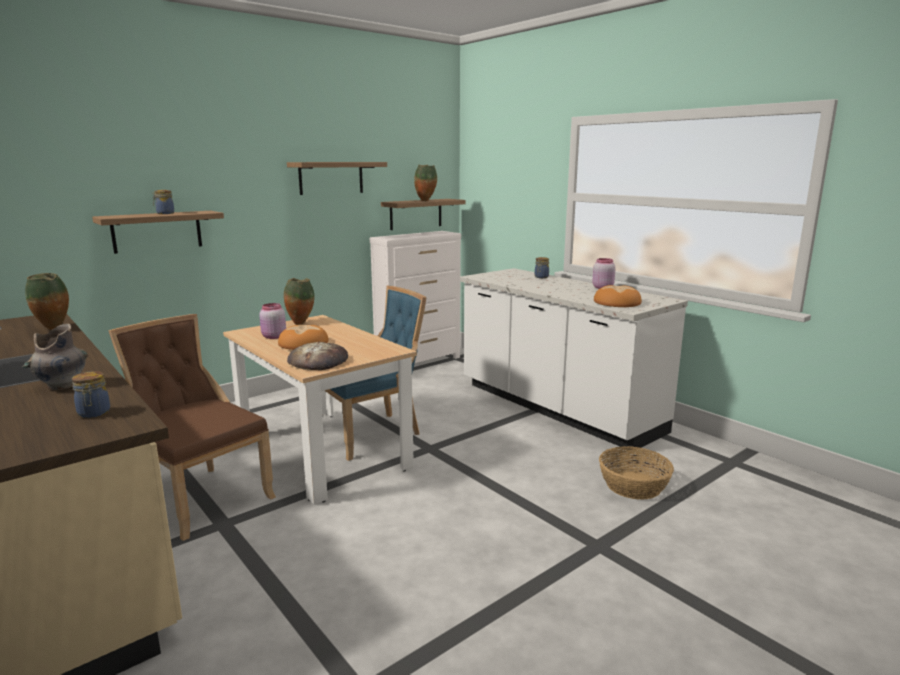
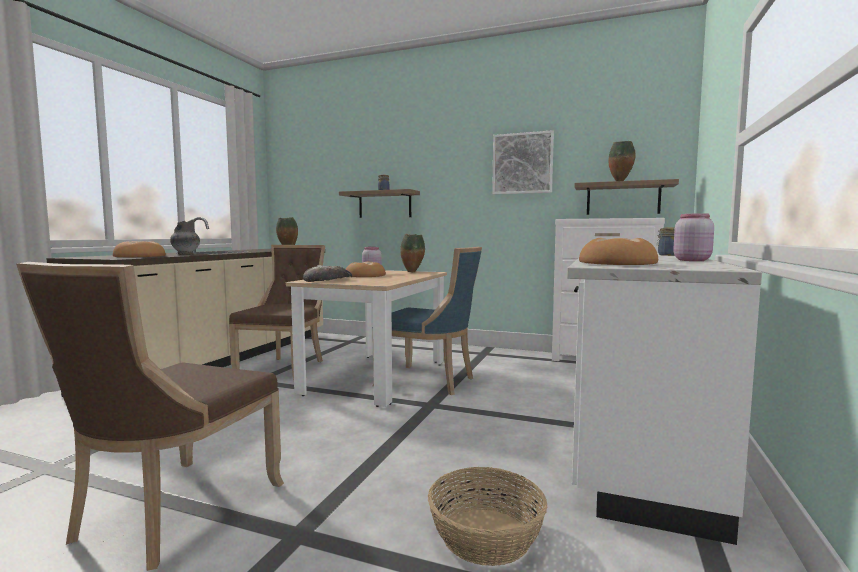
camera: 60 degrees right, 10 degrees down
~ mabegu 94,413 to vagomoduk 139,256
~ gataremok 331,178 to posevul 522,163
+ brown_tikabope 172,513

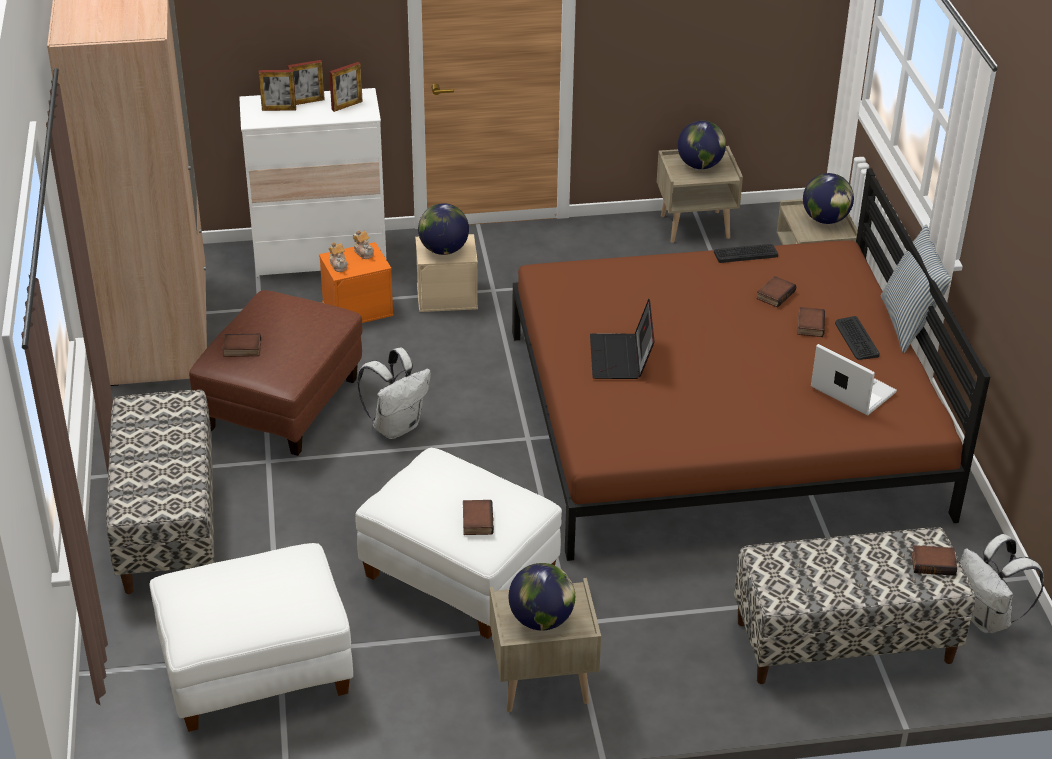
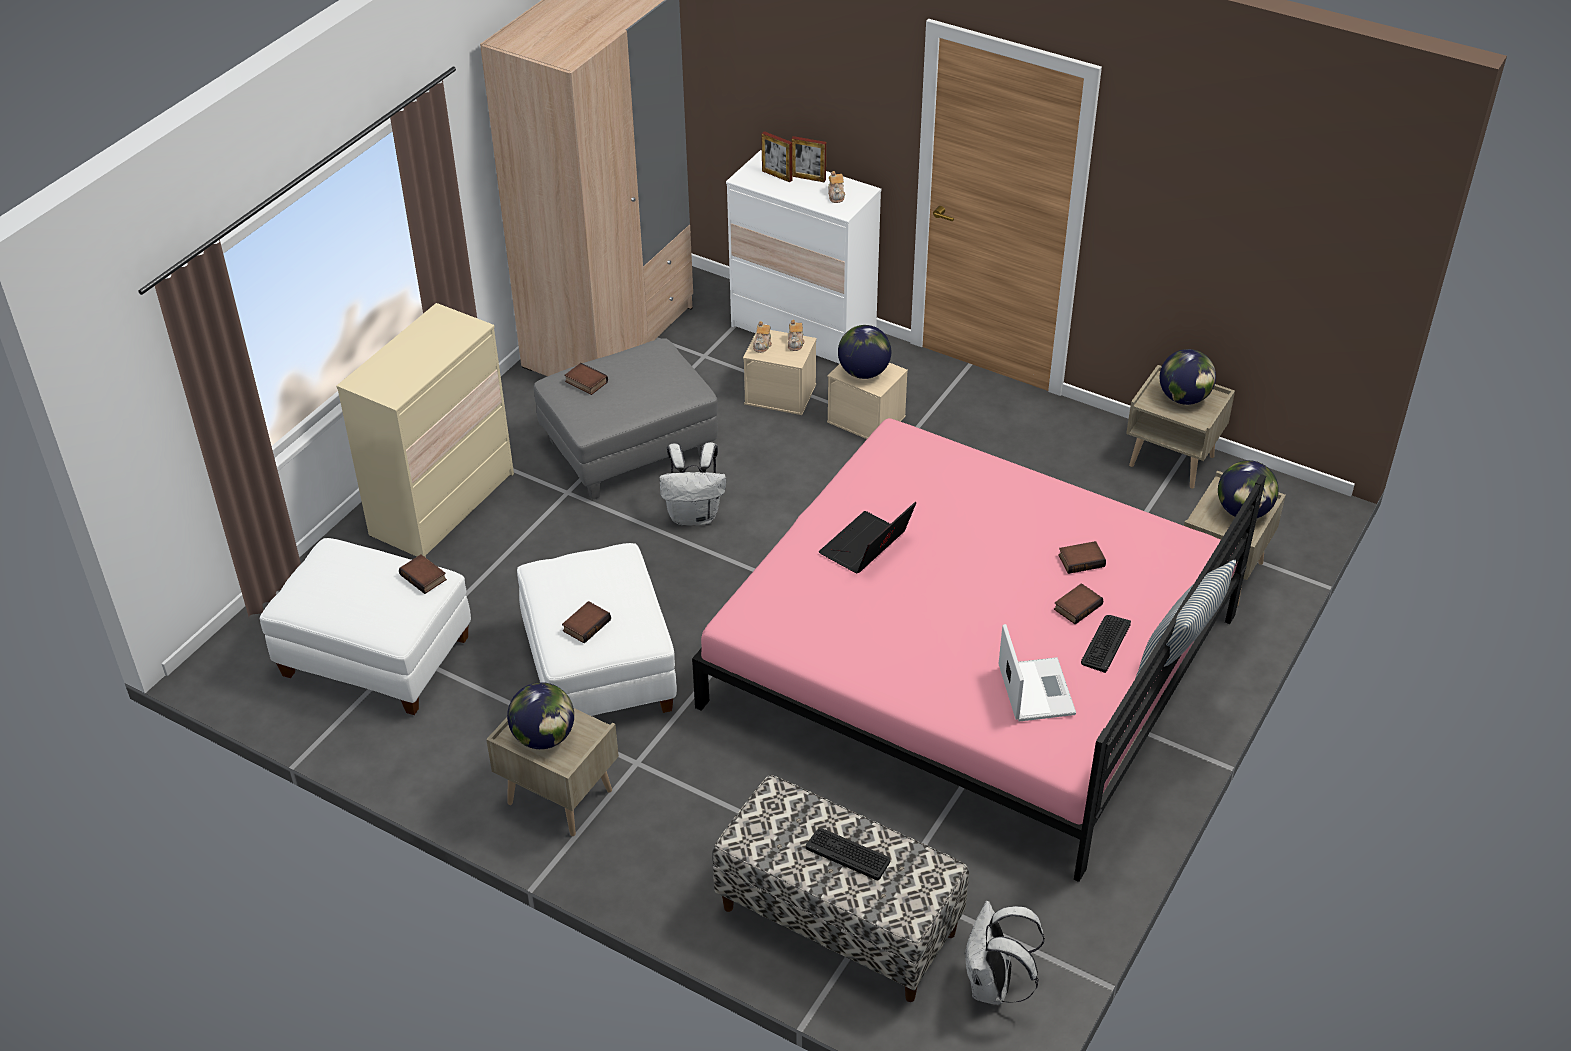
camera: 40 degrees right, 5 degrees up
~ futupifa 167,524 to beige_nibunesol 443,505
~ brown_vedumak 282,404 to grey_vedumak 629,449
~ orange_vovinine 358,308 to beige_vovinine 781,394
~ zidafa 347,105 to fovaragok 836,195
~ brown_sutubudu 722,422 to pink_sutubudu 972,661
~ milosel 745,253 to 848,854
~ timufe 933,563 to 424,577

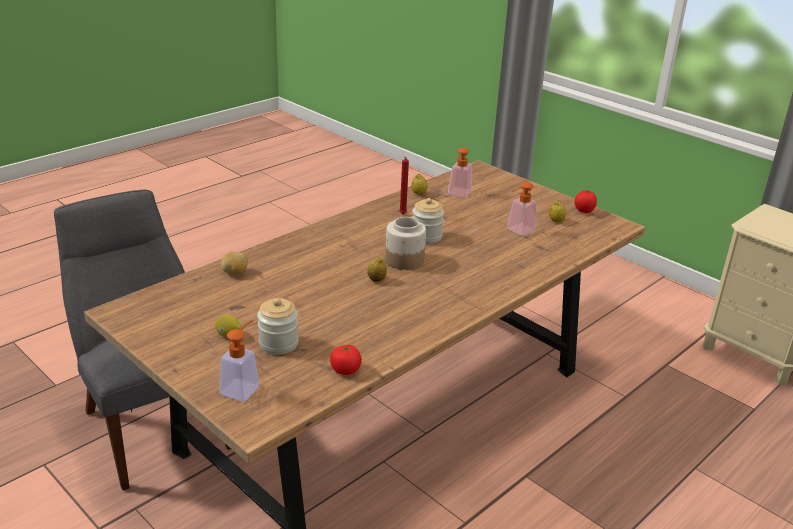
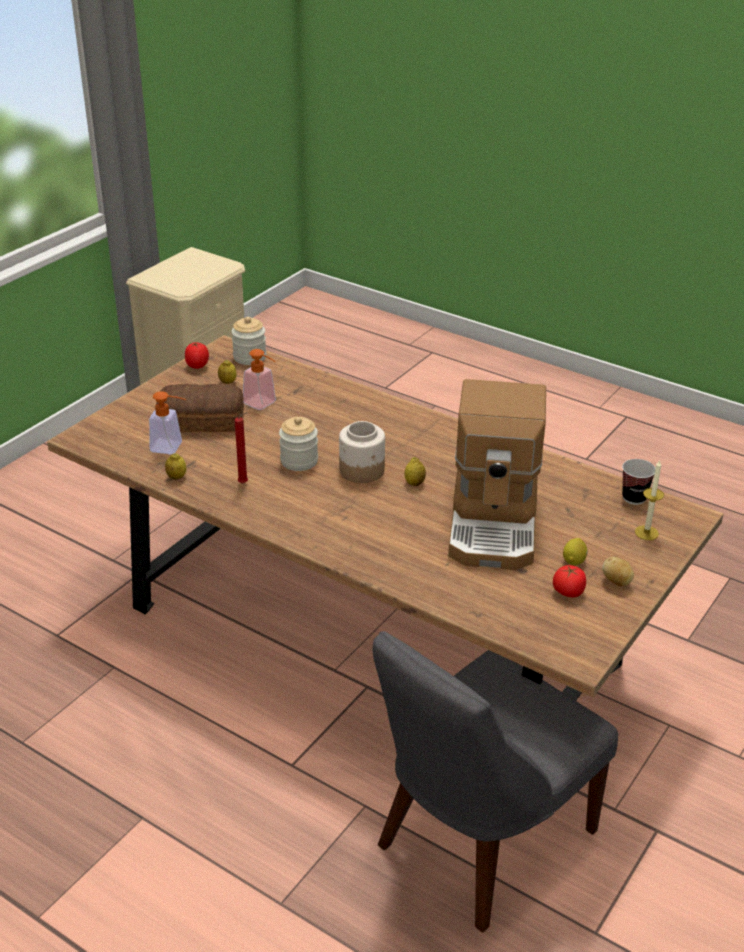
camera: 100 degrees left, 5 degrees up
~ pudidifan 243,387 to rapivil 646,533
~ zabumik 235,273 to 616,582
~ mabegu 278,344 to 249,357
~ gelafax 346,370 to 568,592
+ vagomoduk 202,422
+ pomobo 495,522
+ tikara 634,498

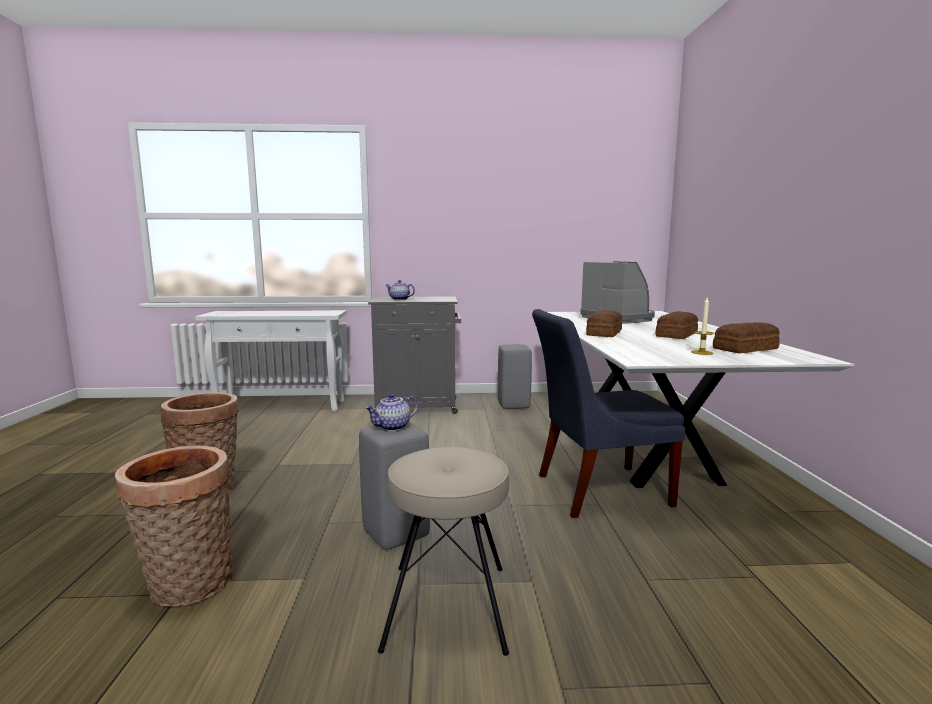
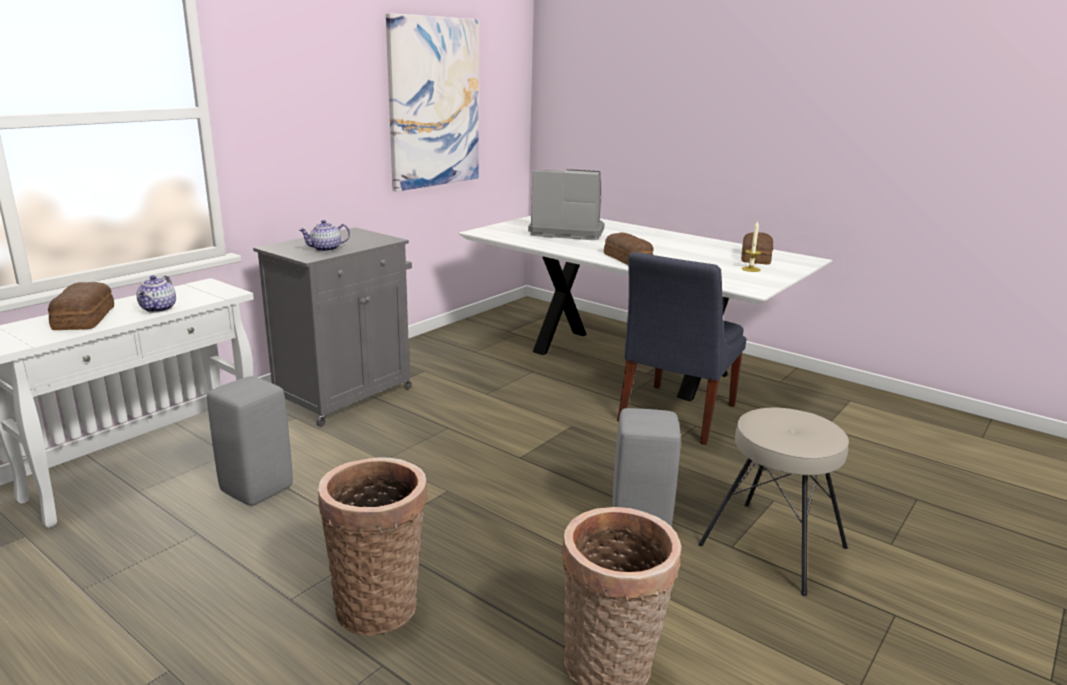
camera: 50 degrees left, 10 degrees up
~ fovaragok 392,427 to 159,309
~ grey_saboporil 514,405 to 257,489
~ vagomoduk 675,335 to 82,319
+ posevul 434,103

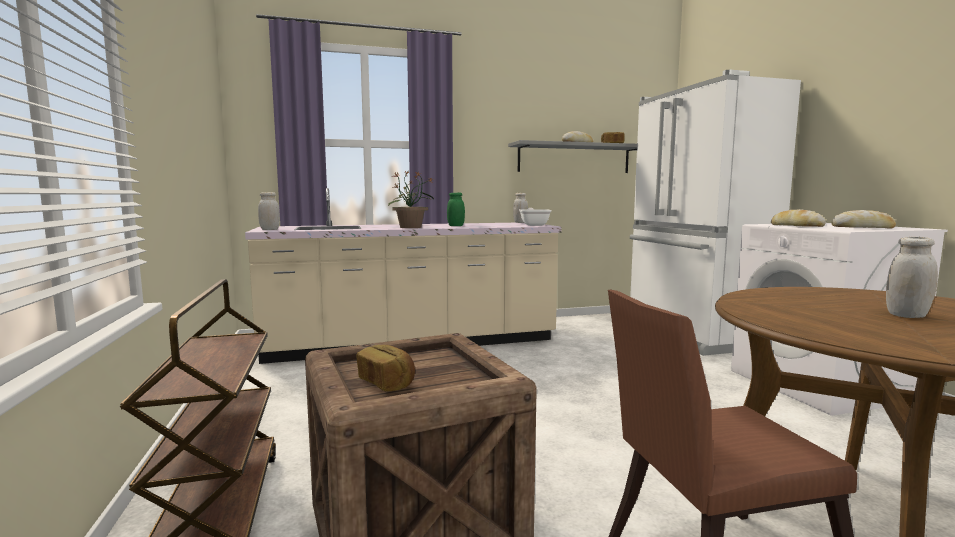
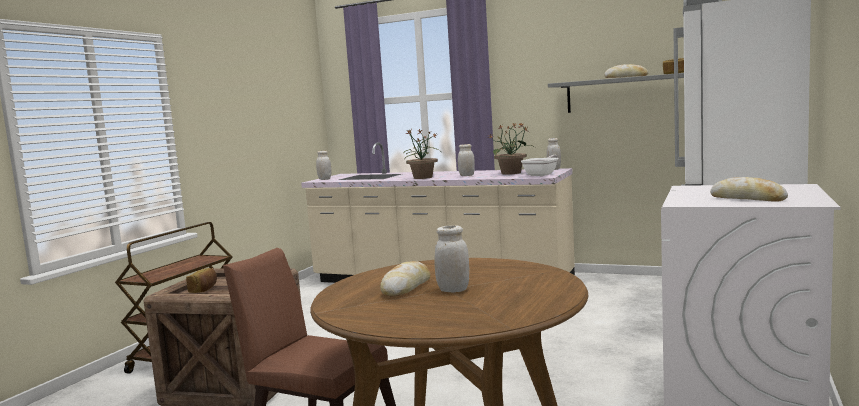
camera: 40 degrees right, 0 degrees up
~ green_mabegu 456,226 to white_mabegu 466,175
~ vagomoduk 796,226 to 406,287
+ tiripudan 512,173

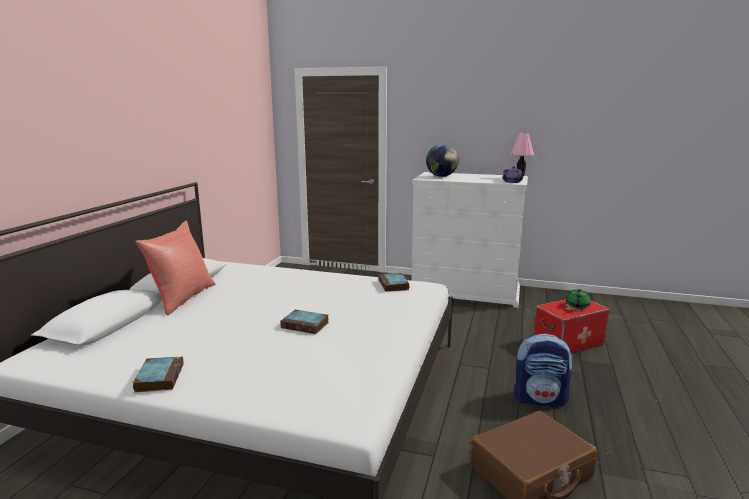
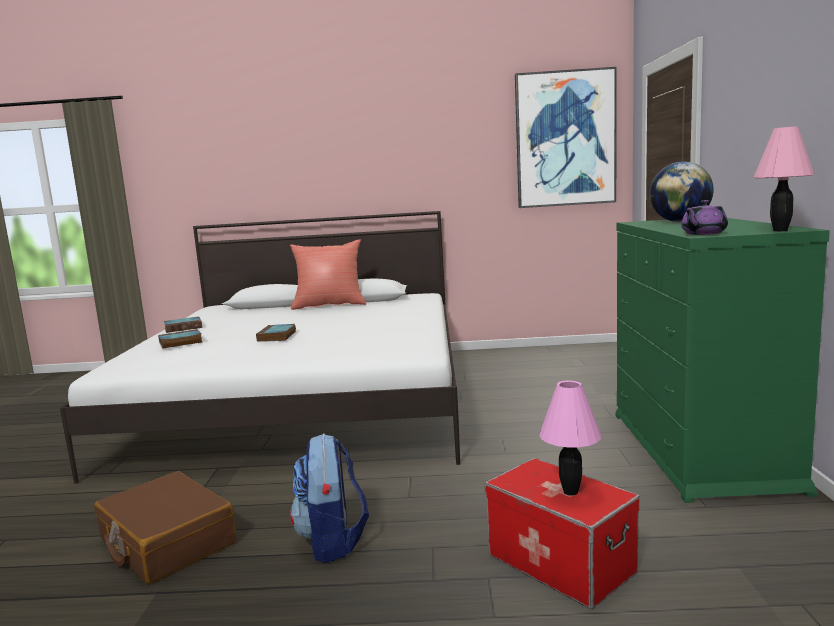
camera: 75 degrees right, 5 degrees down
~ timufe 394,285 to 180,342
~ white_nibunesol 465,291 to green_nibunesol 700,450
~ green_fovaragok 577,306 to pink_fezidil 570,492
+ posevul 565,139

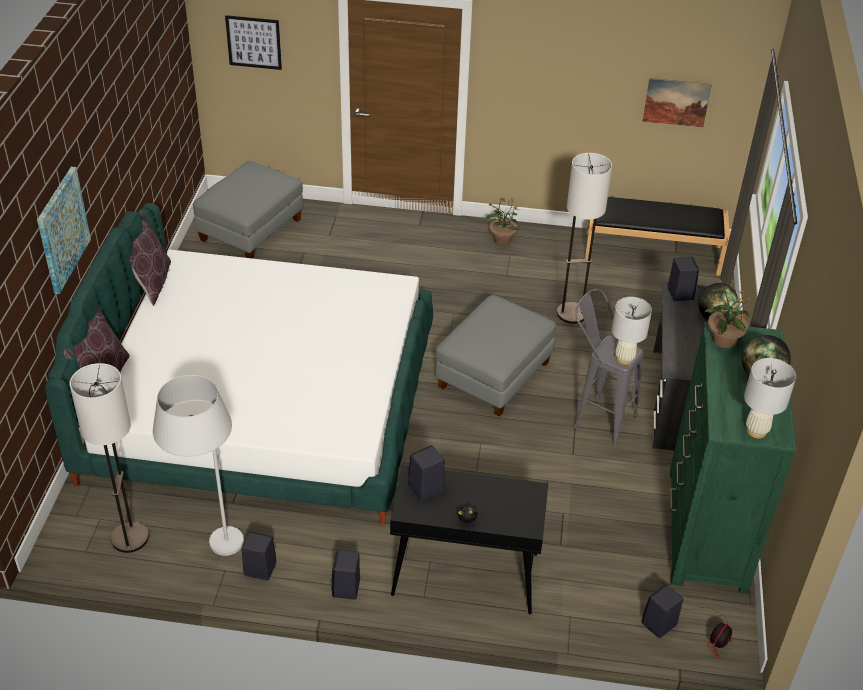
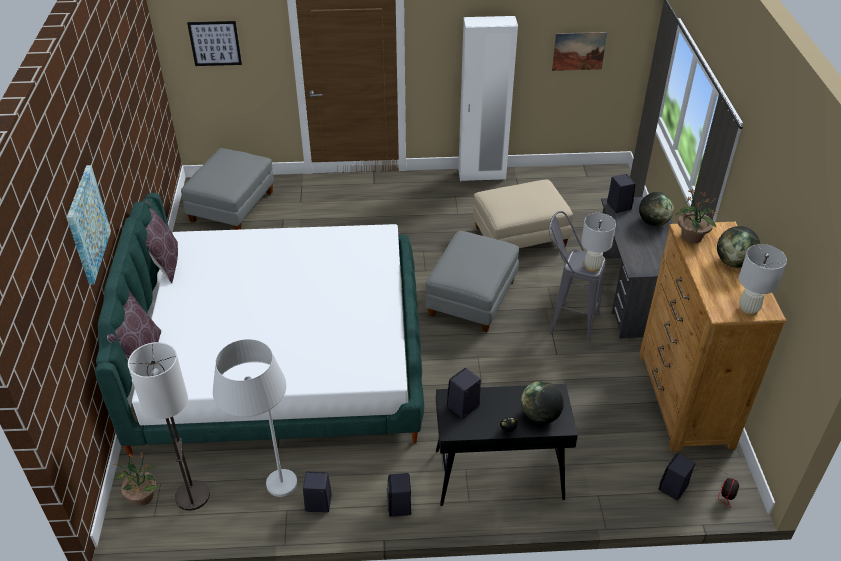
camera: 10 degrees left, 0 degrees up
~ tiripudan 502,239 to 142,496
~ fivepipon 571,314 to beige_vedumak 520,237
- black_futupifa 654,252
~ green_nibunesol 706,529 to brown_nibunesol 684,399
+ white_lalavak 482,175
+ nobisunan 540,416

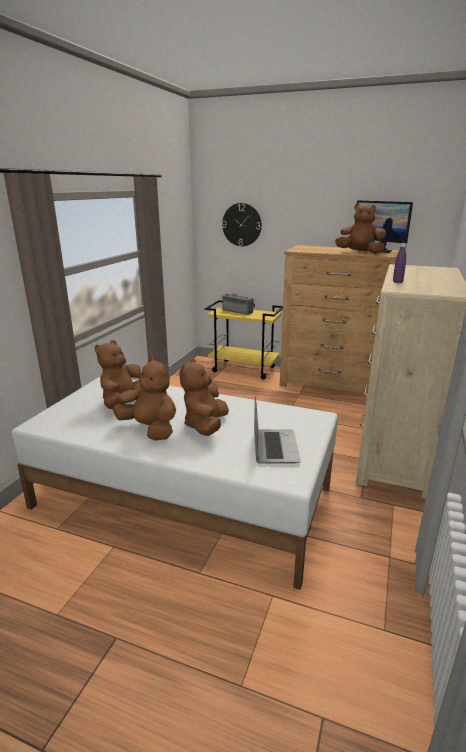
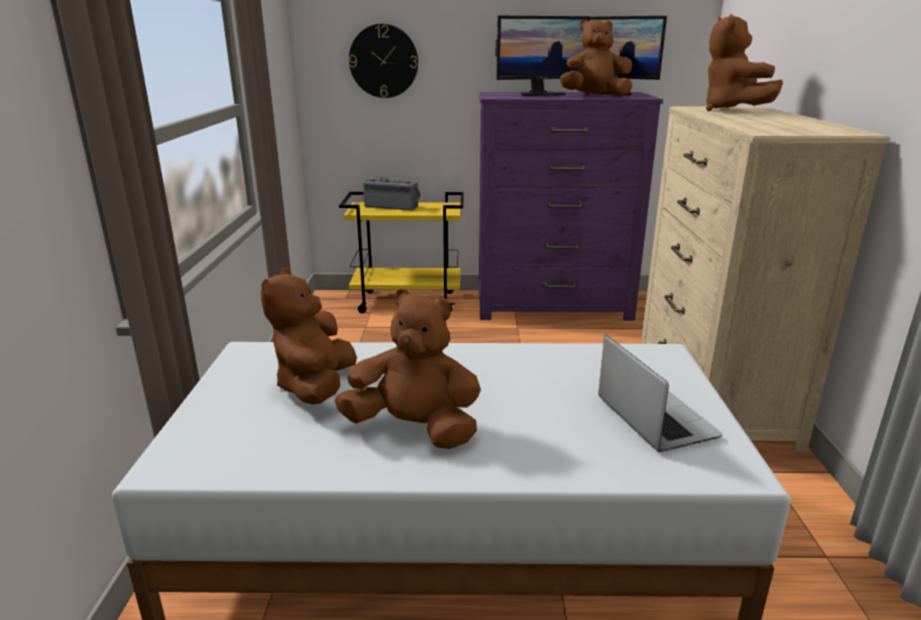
camera: 20 degrees left, 0 degrees up
~ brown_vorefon 205,426 to 731,110
~ brown_nibunesol 331,384 to purple_nibunesol 553,305
- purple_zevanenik 397,282
+ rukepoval 539,94

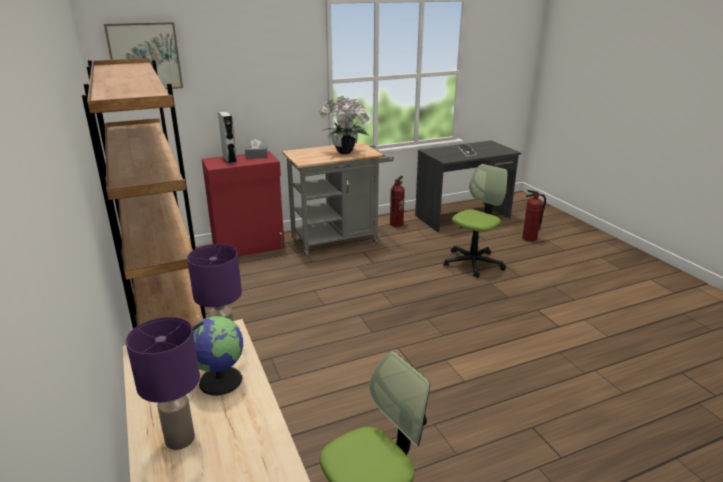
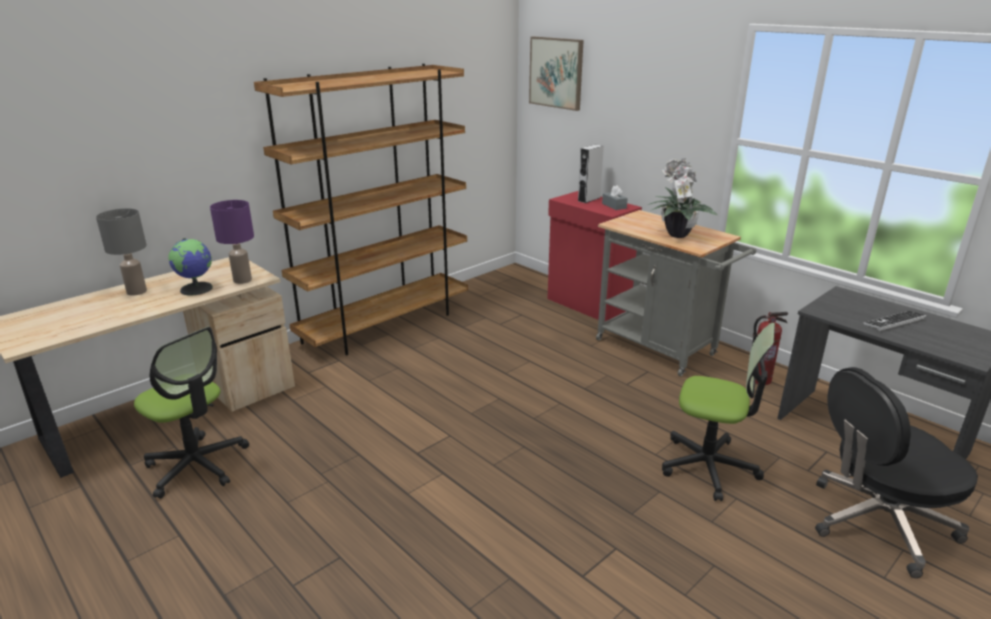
camera: 70 degrees right, 0 degrees up
~ purple_fezidil 181,439 to grey_fezidil 137,292
~ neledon 529,239 to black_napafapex 877,523

